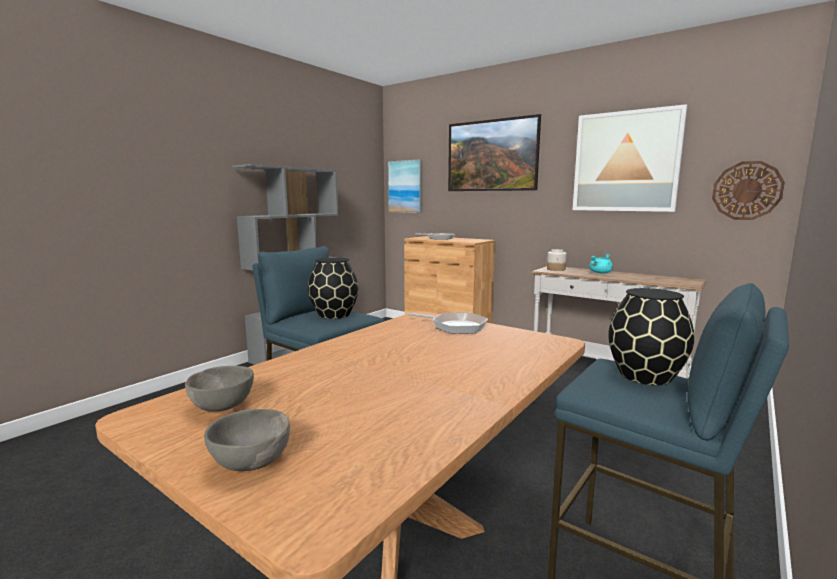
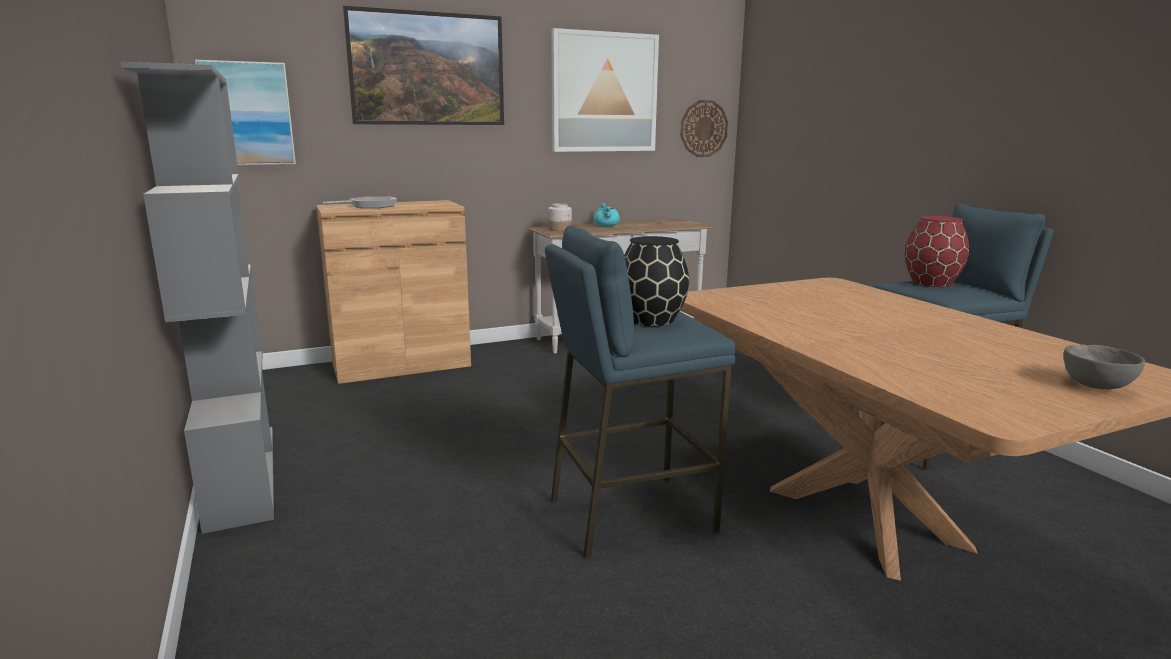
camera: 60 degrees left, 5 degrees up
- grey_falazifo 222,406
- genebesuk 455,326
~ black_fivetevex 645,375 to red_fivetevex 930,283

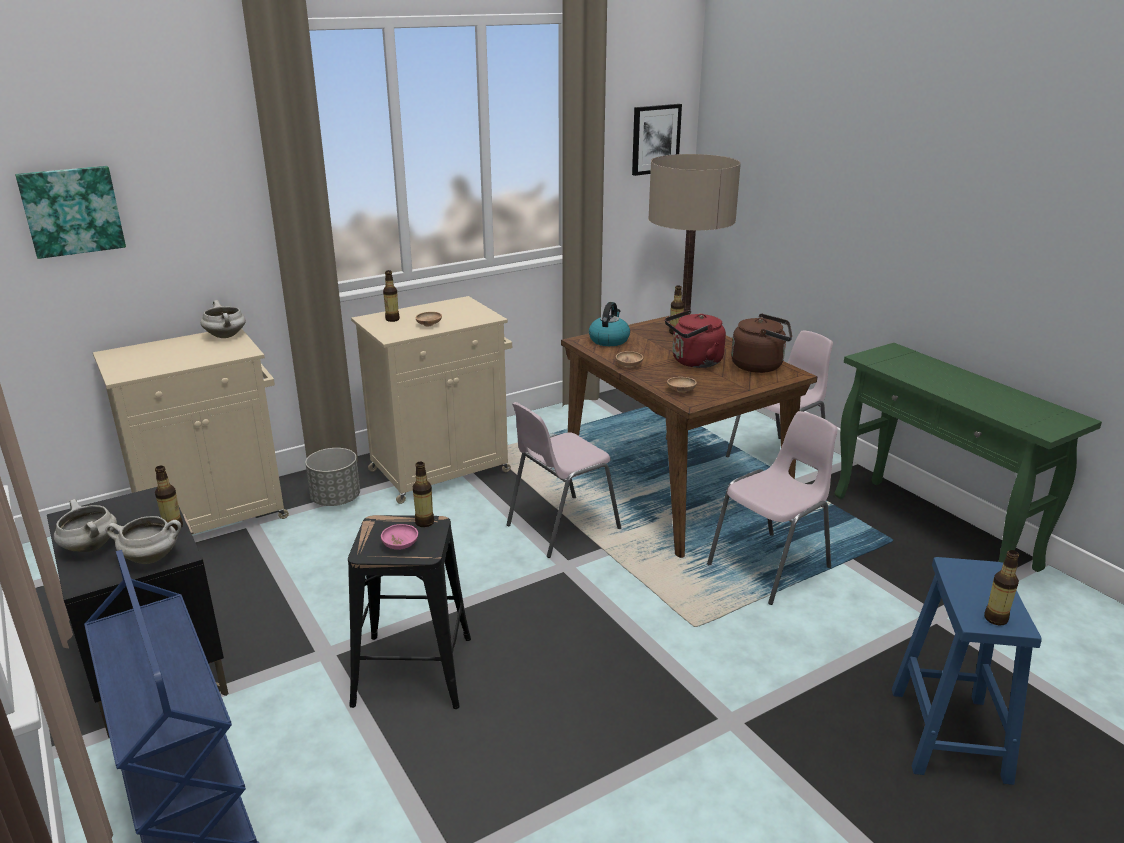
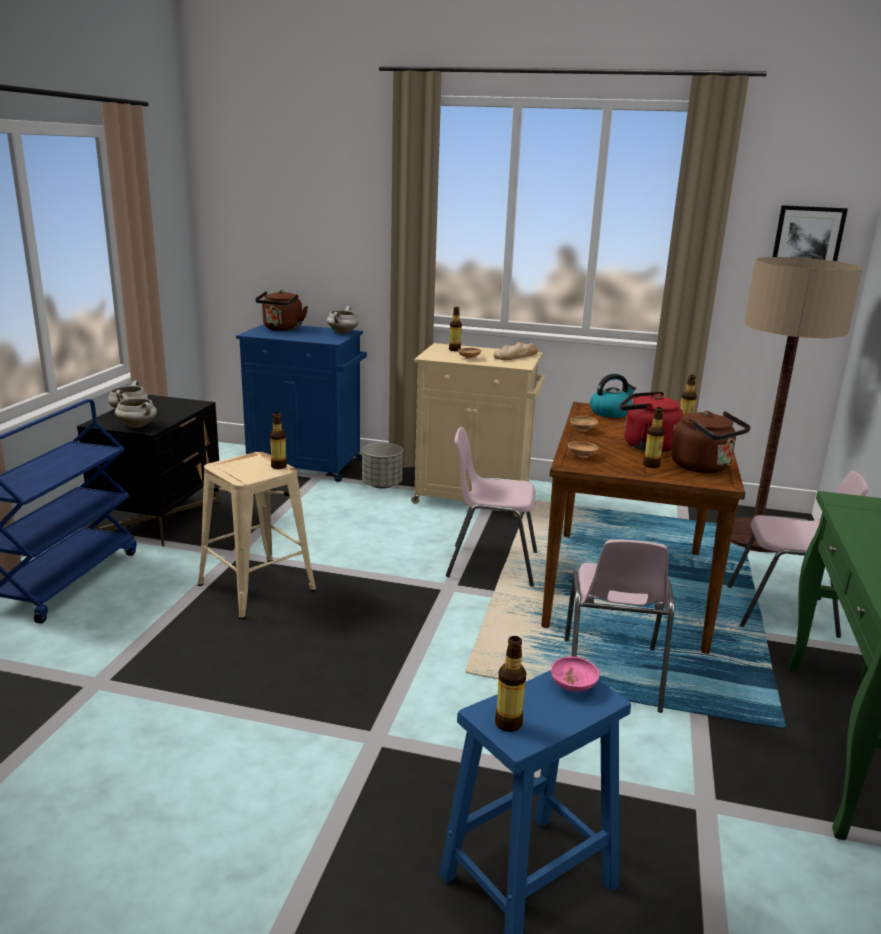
camera: 45 degrees right, 5 degrees down
- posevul 72,211
~ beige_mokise 214,516 to blue_mokise 307,465
~ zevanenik 173,527 to 651,465
~ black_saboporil 412,671 to beige_saboporil 255,587
~ pink_falazifo 400,545 to 573,685
~ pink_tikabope 771,567 = 610,675 90 degrees clockwise
+ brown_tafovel 282,329
+ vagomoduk 516,355

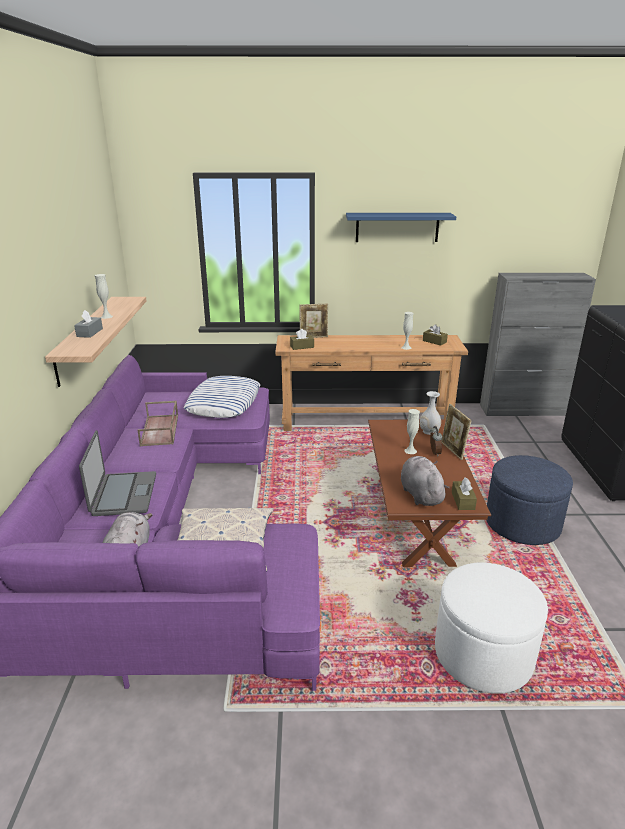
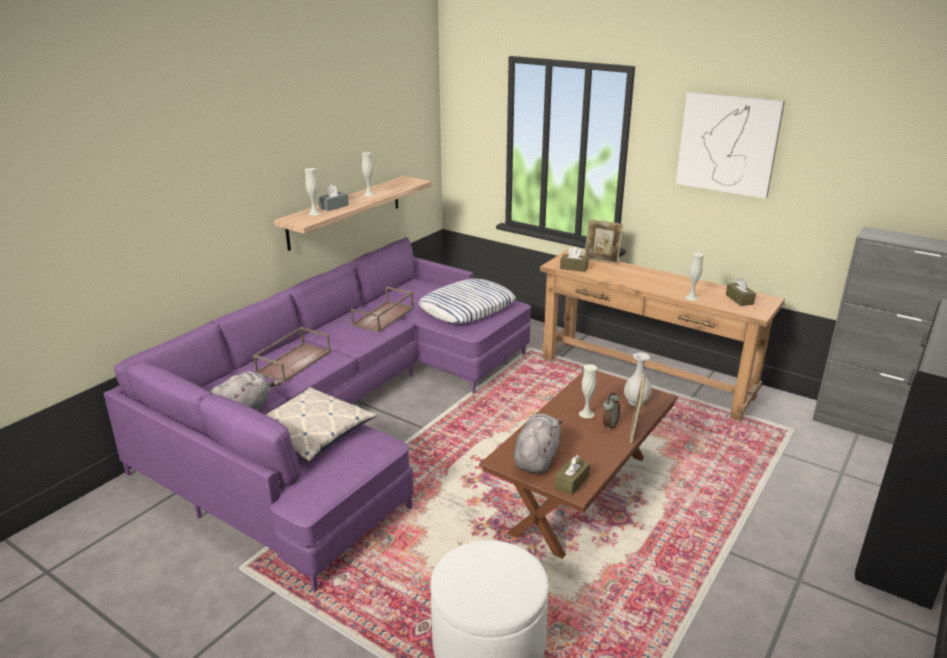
camera: 35 degrees right, 0 degrees up
~ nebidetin 123,494 to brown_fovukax 294,361
~ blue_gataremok 397,227 to posevul 728,144
- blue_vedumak 522,523
+ white_fivetevex 314,213

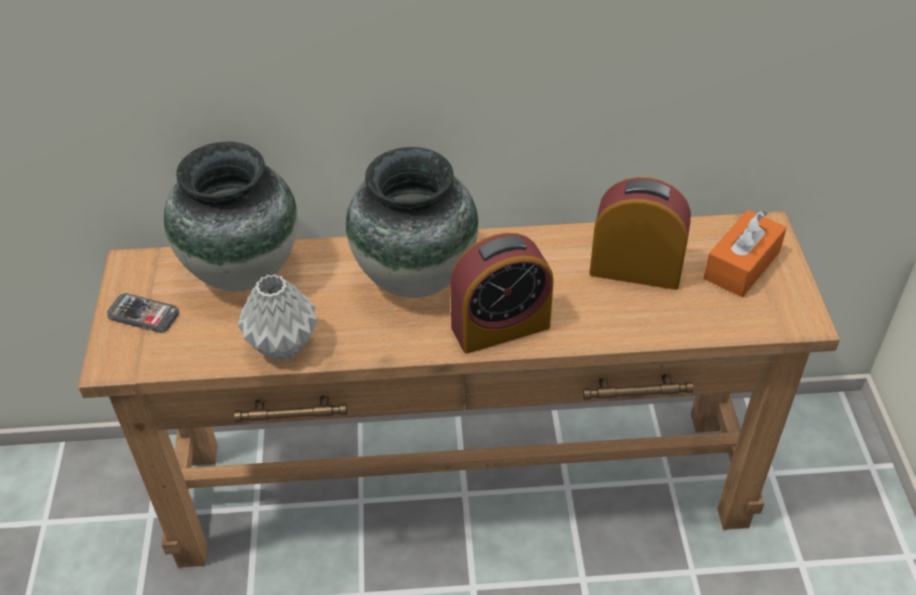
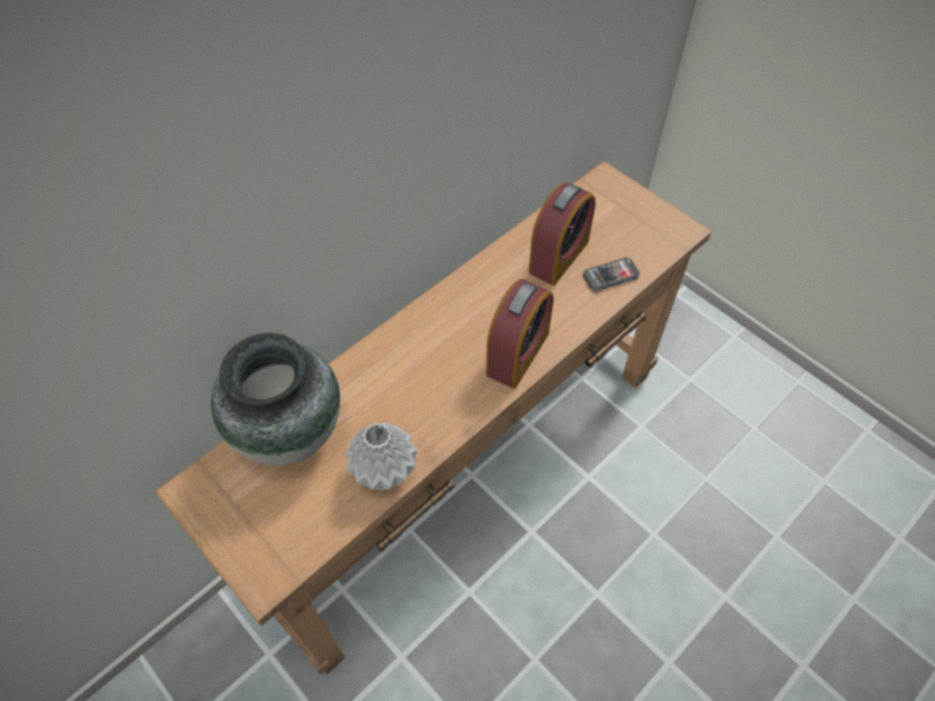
camera: 40 degrees left, 10 degrees up
~ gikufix 143,314 to 610,275
- fivetevex 414,277
~ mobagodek 635,269 = 558,256 150 degrees clockwise
- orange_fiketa 742,265

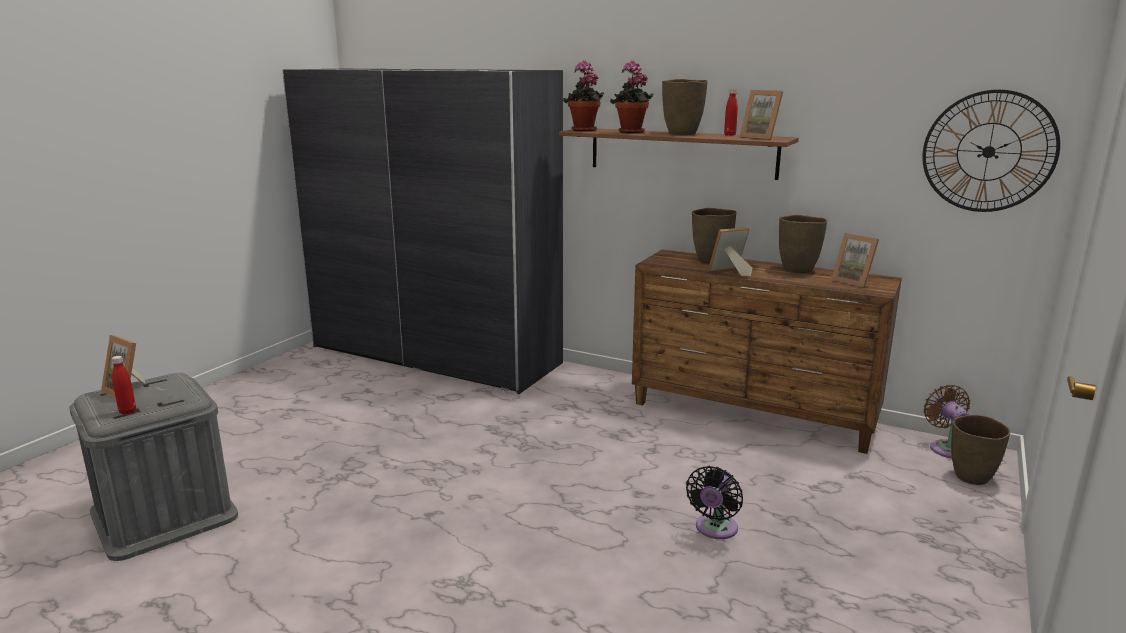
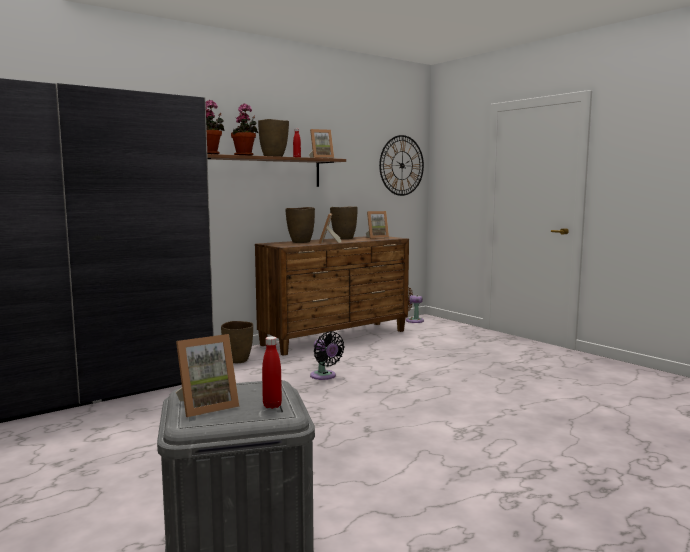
camera: 65 degrees left, 10 degrees down
~ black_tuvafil 715,529 to 324,376
~ brown_fivetevex 971,478 to 238,360

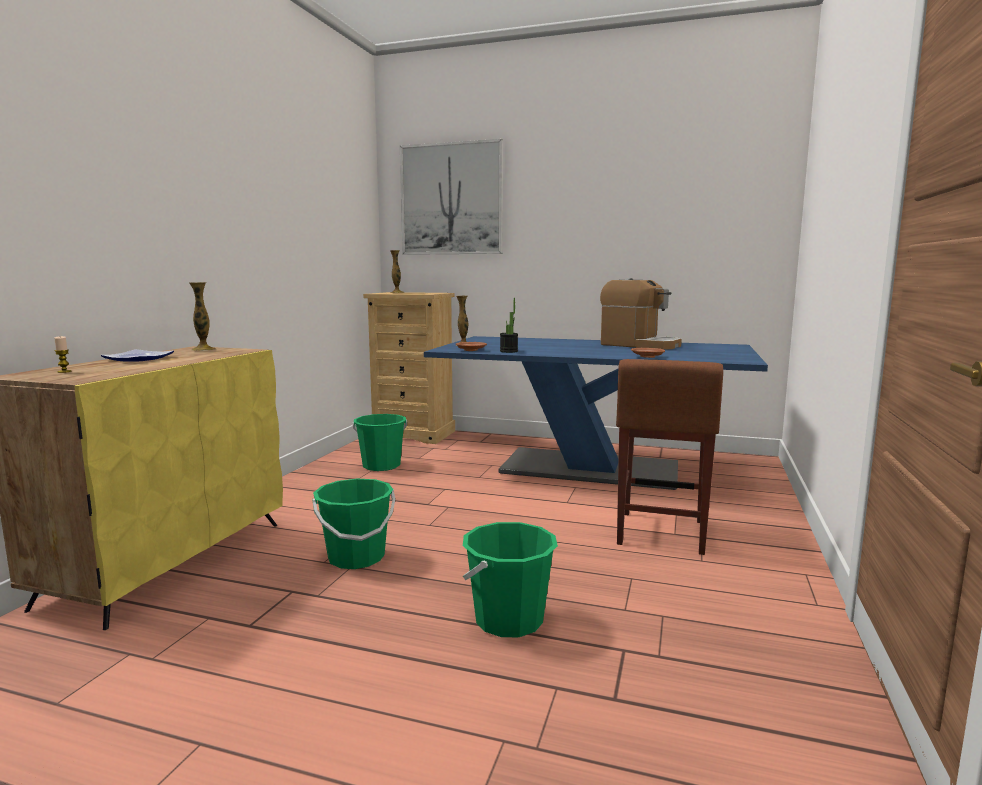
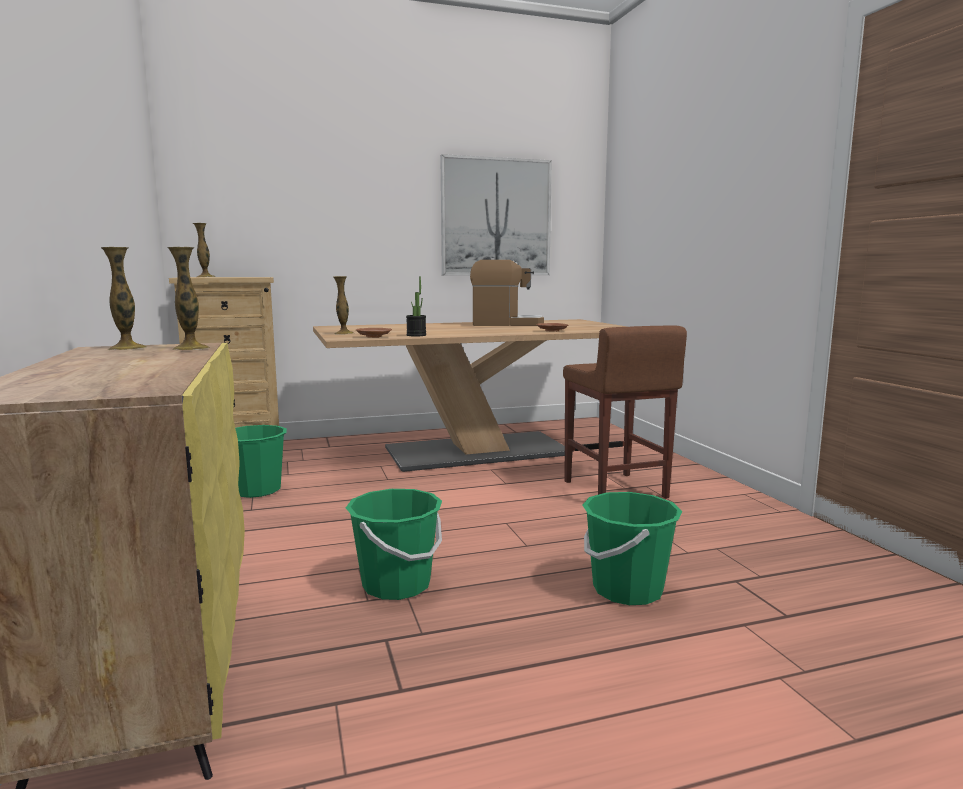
camera: 35 degrees left, 0 degrees up
- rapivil 64,371
- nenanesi 140,359
~ posevul 451,199 to 496,217
~ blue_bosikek 590,469 to beige_bosikek 477,452
+ fivetevex 191,348

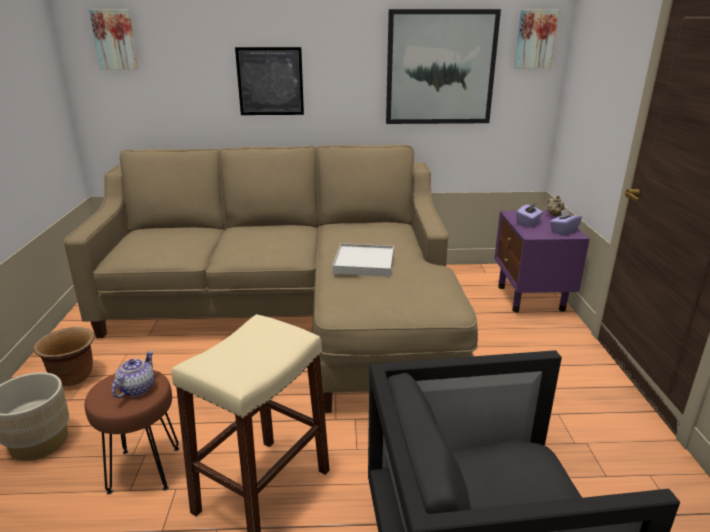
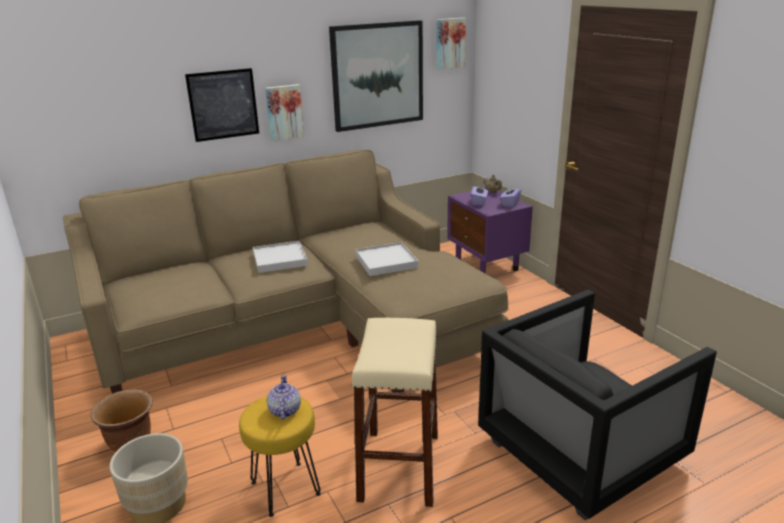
camera: 25 degrees left, 0 degrees up
~ brown_saboporil 144,469 to yellow_saboporil 284,488
~ posevul 115,39 to 284,112
+ white_fovukax 279,259

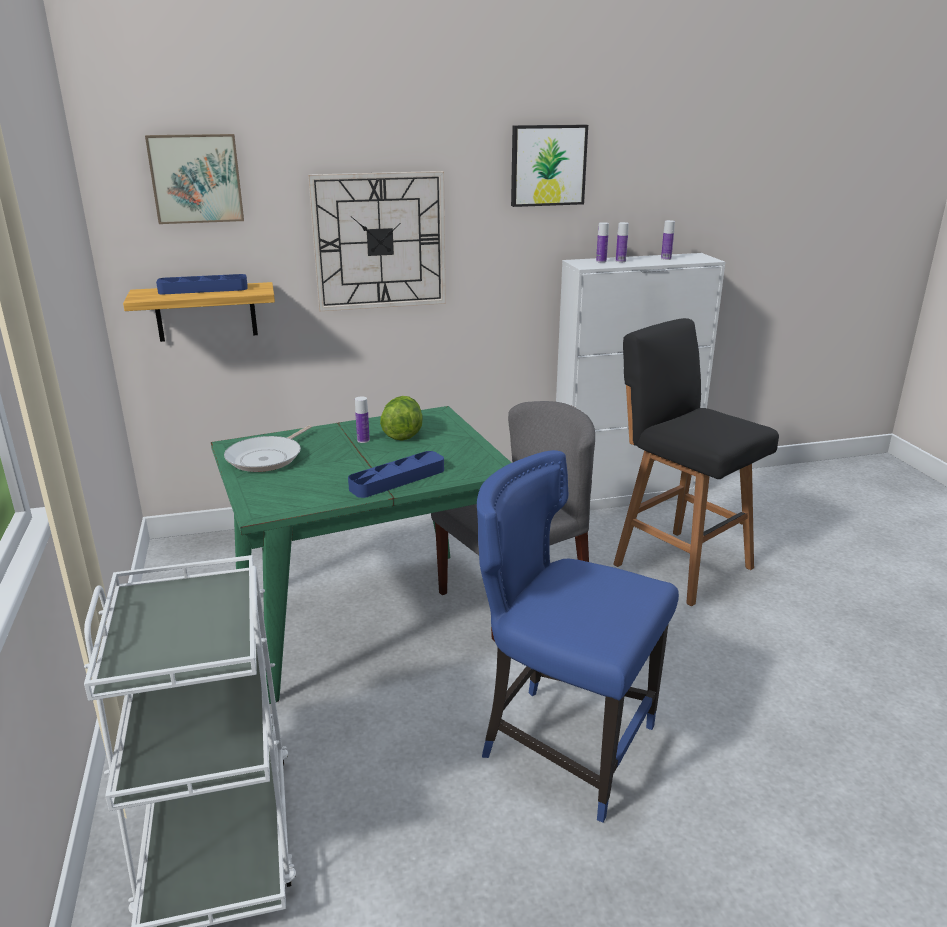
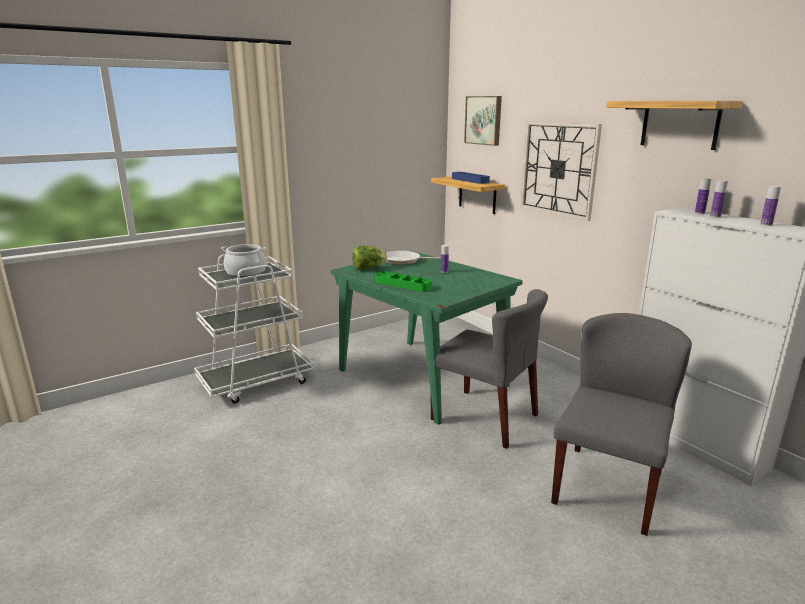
camera: 70 degrees right, 5 degrees down
~ blue_fovukax 397,479 to green_fovukax 403,284
~ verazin 403,433 to 368,268
- blue_tikabope 564,744
~ posevul 547,165 to gataremok 680,124
~ black_saboporil 679,564 to grey_tikabope 607,486
+ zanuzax 246,273

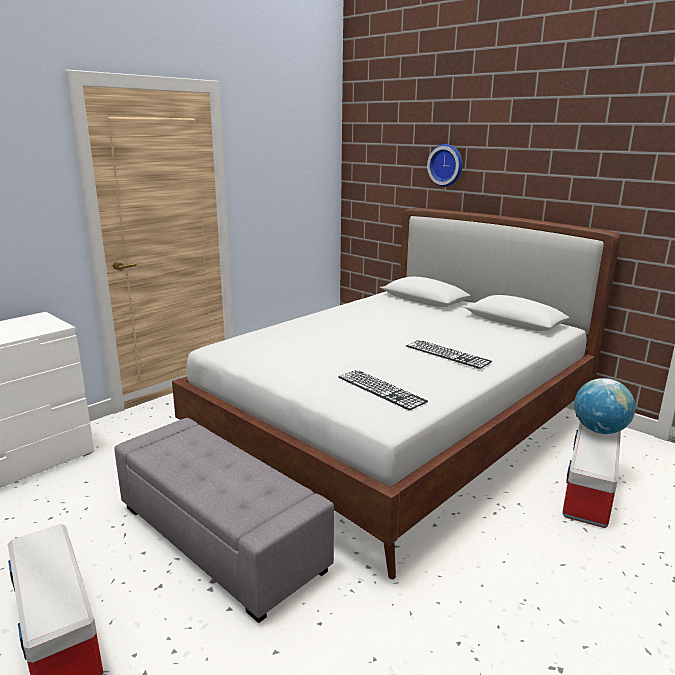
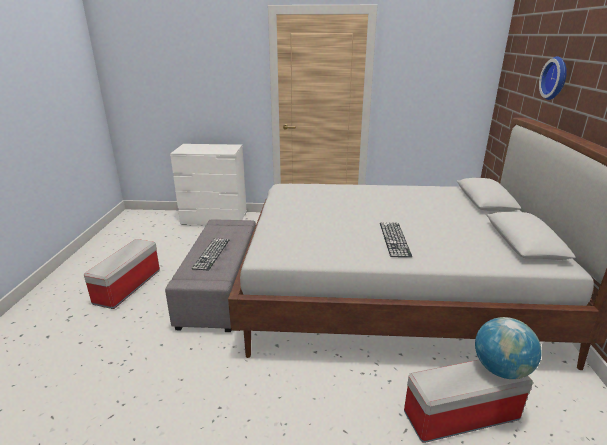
camera: 50 degrees right, 5 degrees up
~ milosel 381,389 to 211,253

